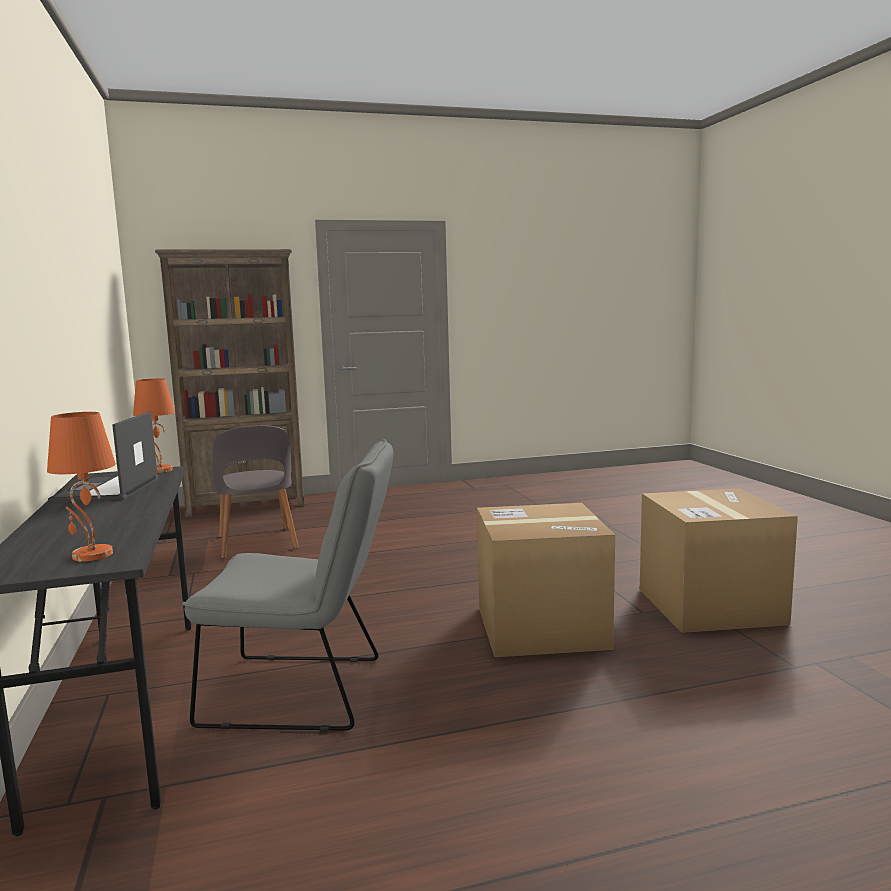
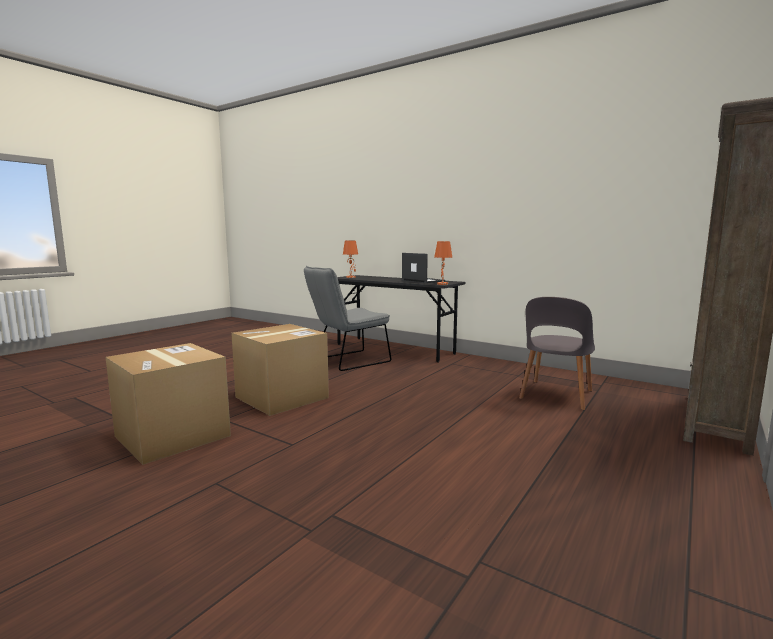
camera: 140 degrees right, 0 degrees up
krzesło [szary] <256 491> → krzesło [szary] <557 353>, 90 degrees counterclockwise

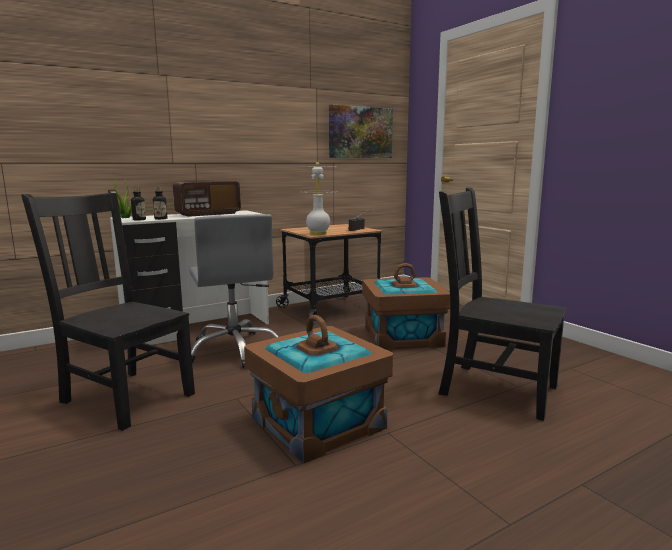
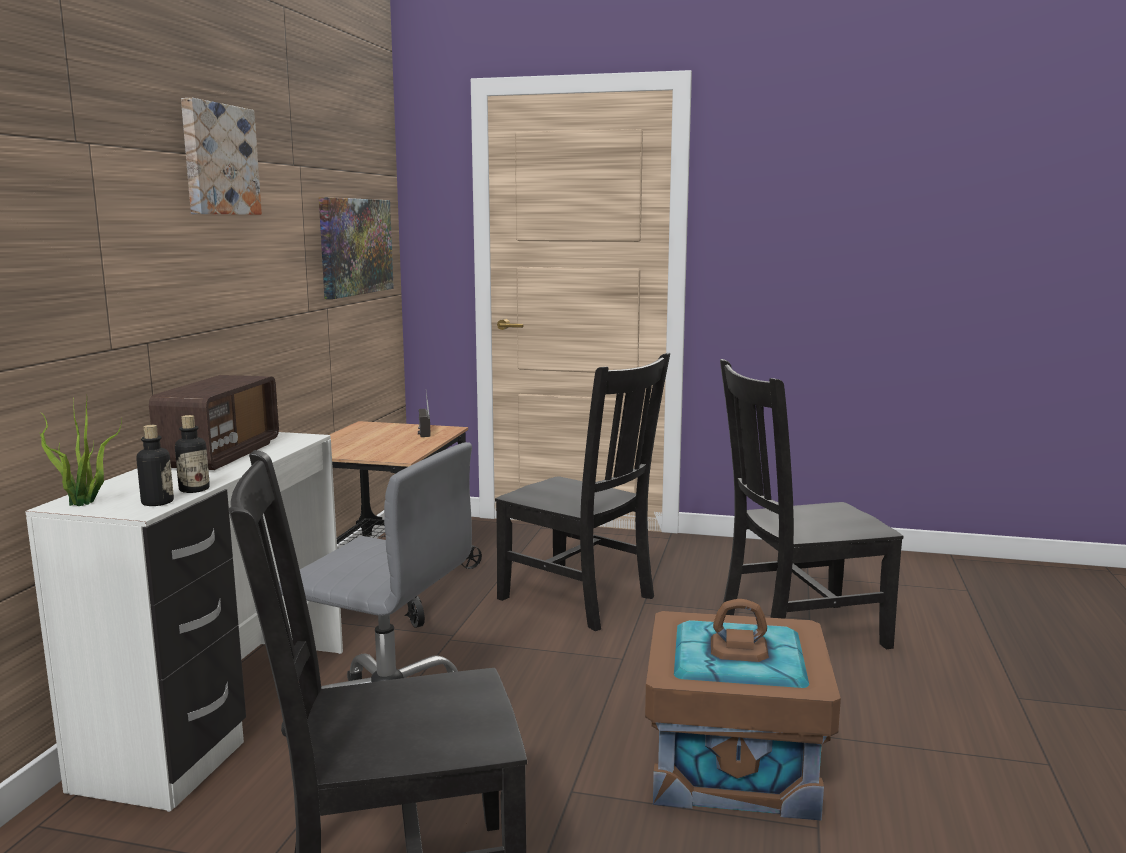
camera: 45 degrees left, 0 degrees up
lampa stołowa [biały] <317 198> → -
pojemnik do przechowywania [brązowy] <406 306> → krzesło [czarny] <582 492>
- → obraz <221 156>

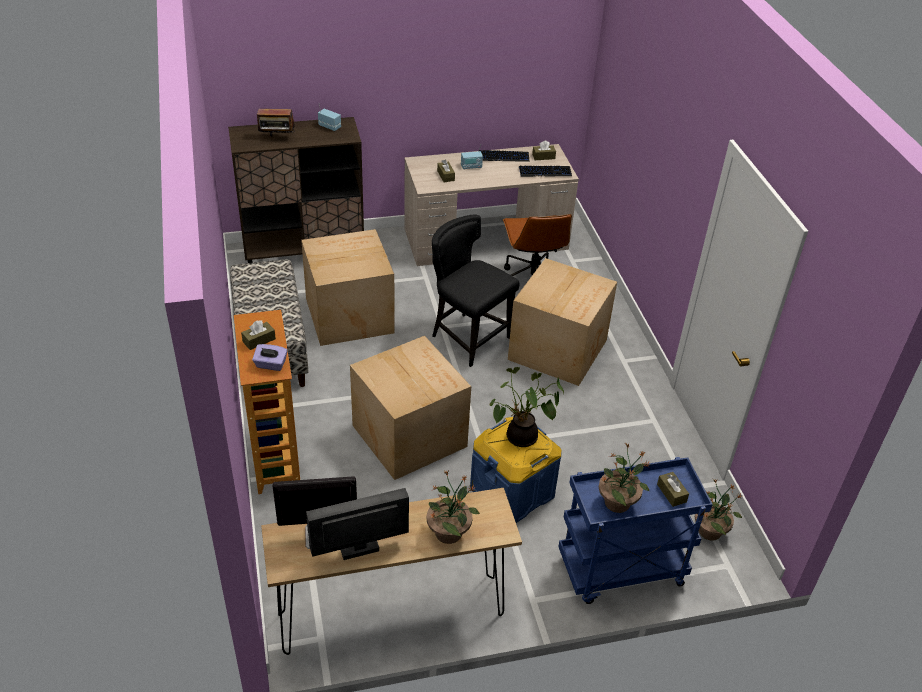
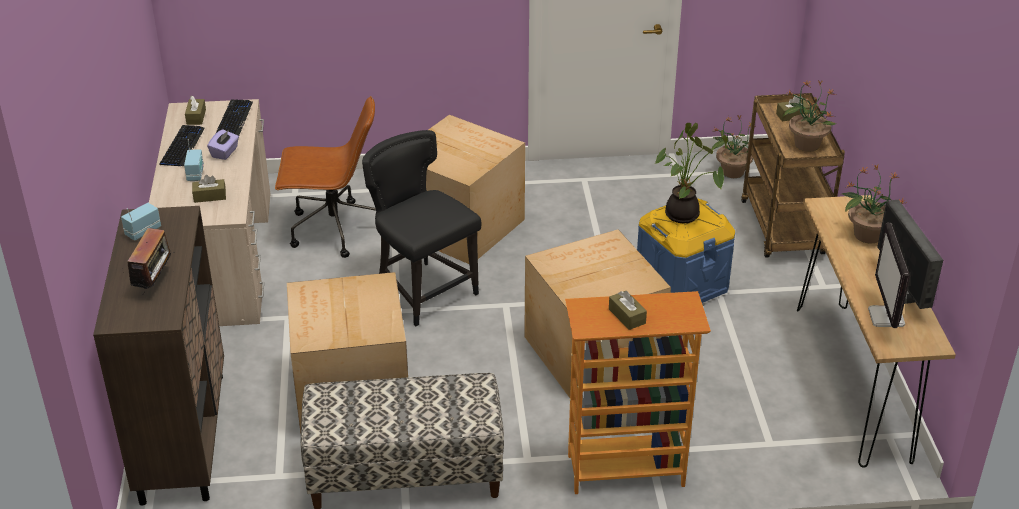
camera: 80 degrees left, 5 degrees down
pudełko chusteczek [fioletowy] <269 357> → pudełko chusteczek [fioletowy] <223 144>, shifted
krzesło [czarny] <476 291> → krzesło [czarny] <422 228>, 90 degrees clockwise
wózek [niebieski] <635 530> → wózek [brązowy] <793 175>

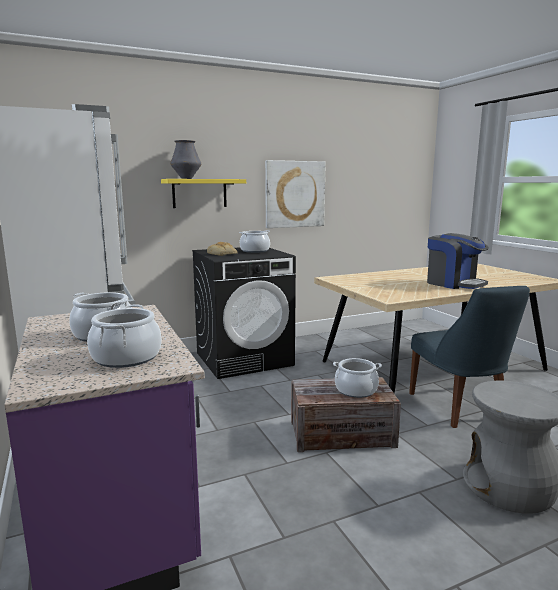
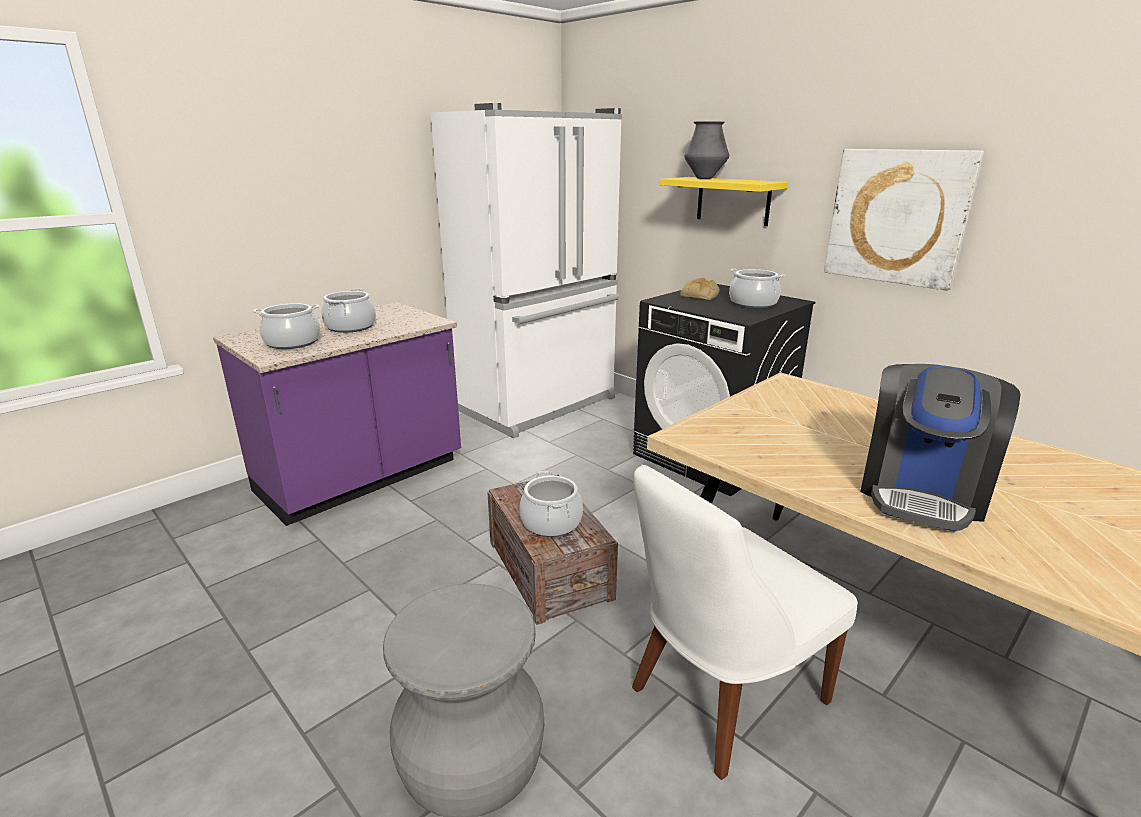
camera: 70 degrees right, 10 degrees up
krzesło [niebieski] <469 357> → krzesło [biały] <745 622>

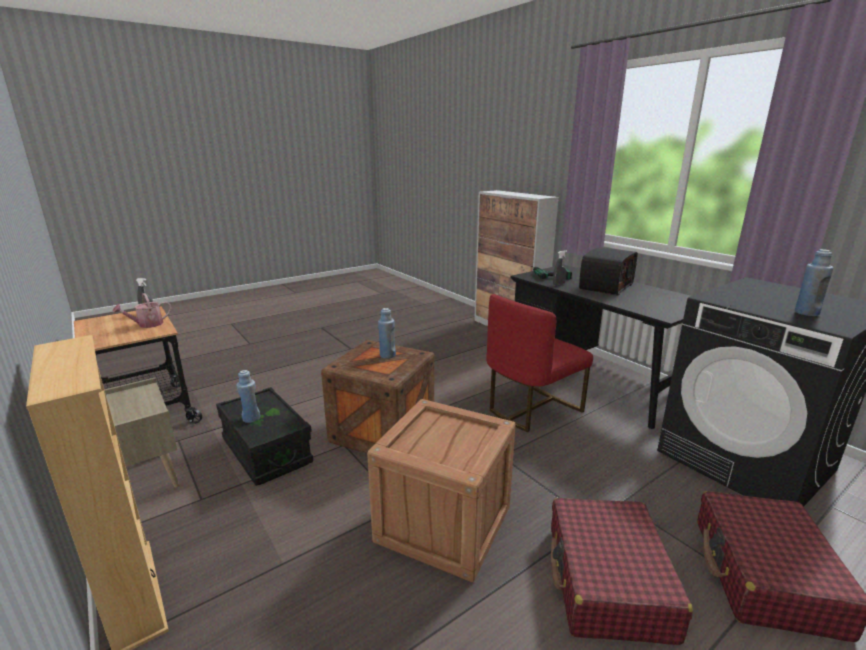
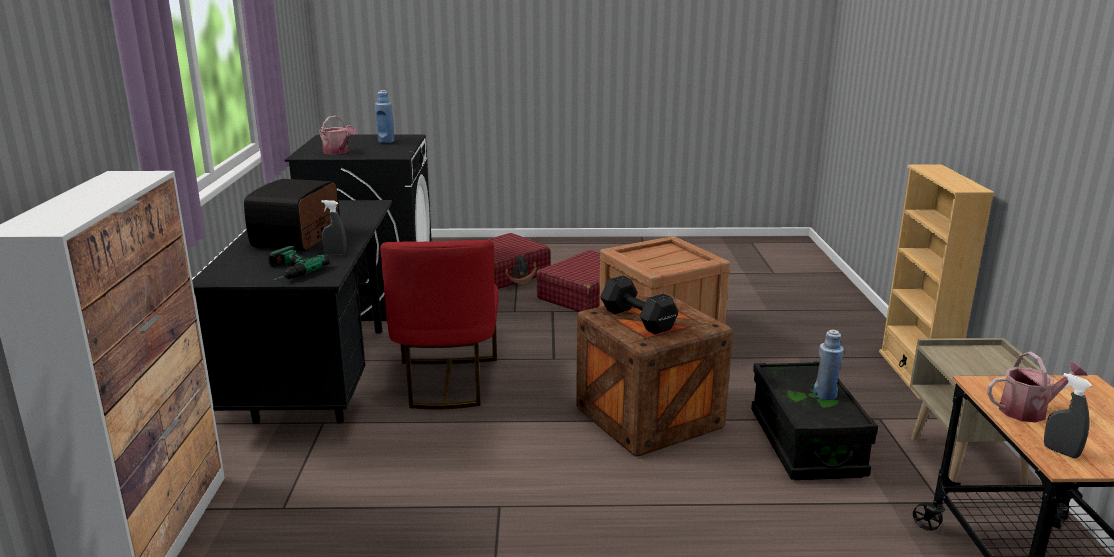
camera: 145 degrees left, 0 degrees up
butelka [niebieski] <387 333> → hantel [czarny] <639 305>
krzesło [czerwony] <539 363> → krzesło [czerwony] <439 324>, 90 degrees clockwise
radio <608 271> → radio <291 215>, 60 degrees counterclockwise
- → konewka <337 135>

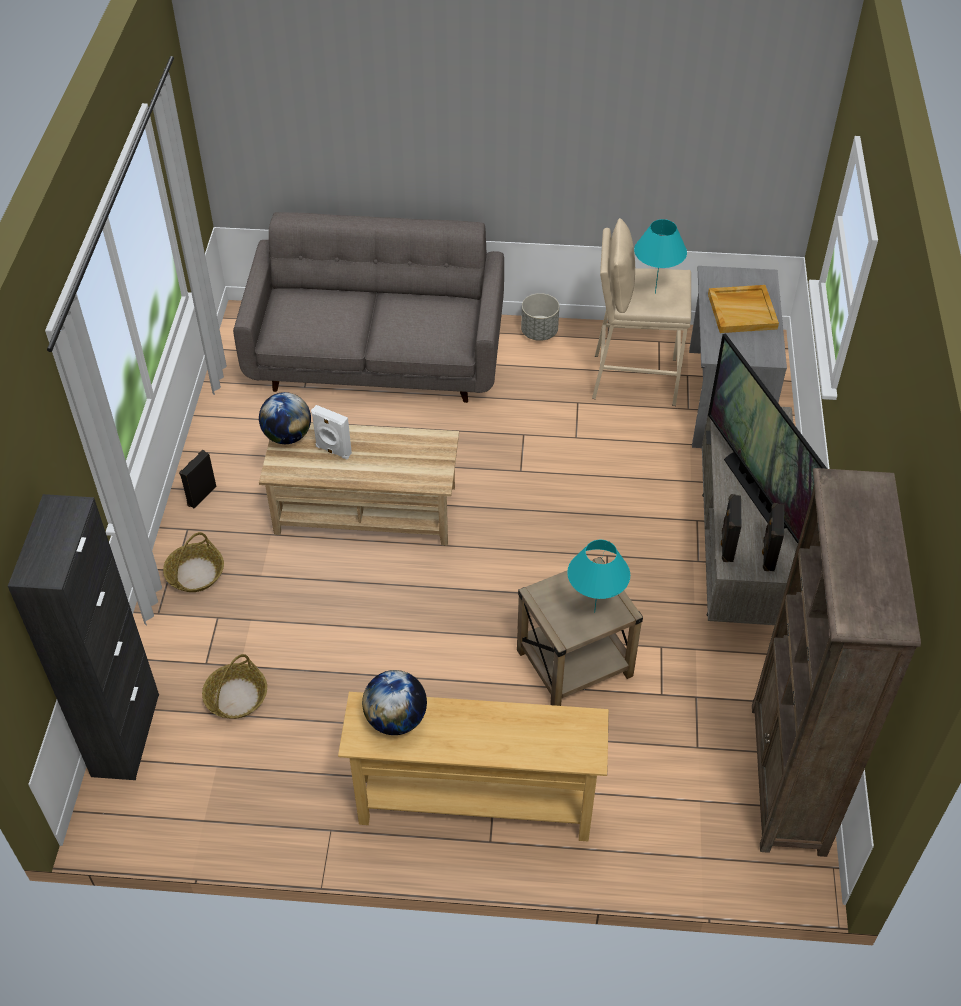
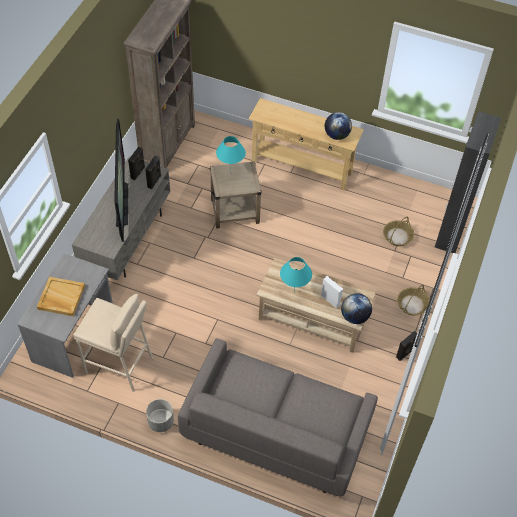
camera: 165 degrees left, 5 degrees up
lampa stołowa [turkusowy] <660 256> → lampa stołowa [turkusowy] <296 274>, shifted

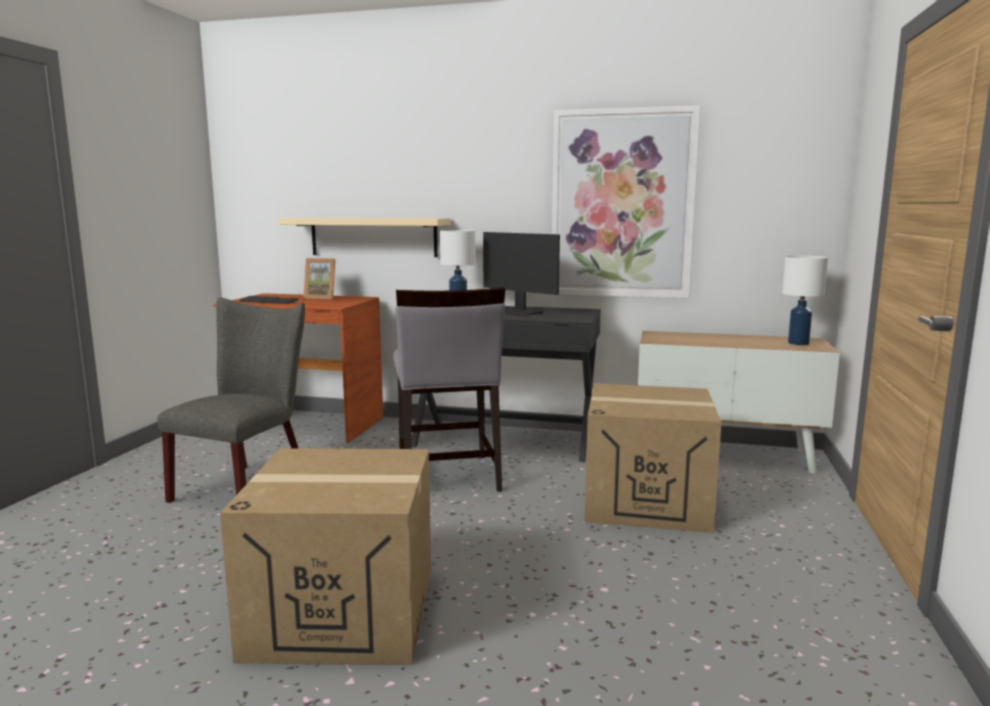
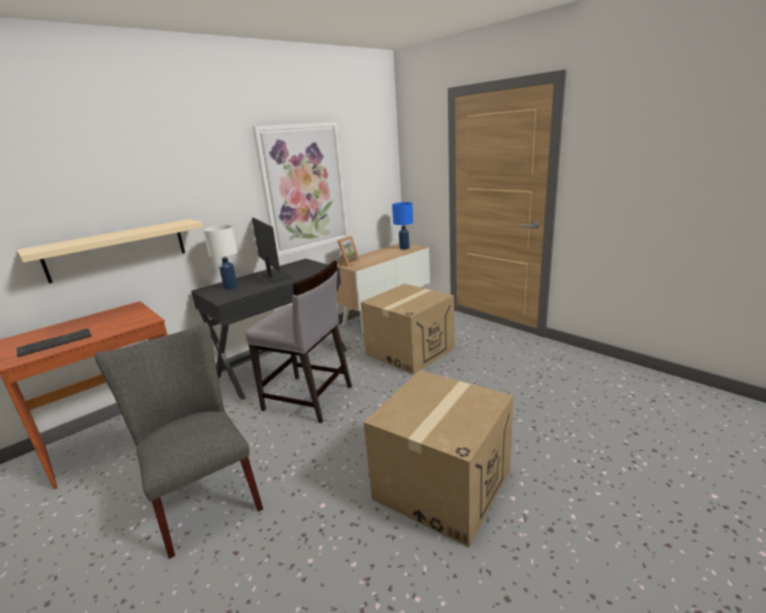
camera: 55 degrees left, 10 degrees up
ramka na zdjęcie <319 279> → ramka na zdjęcie <348 251>, shifted
monitor <521 274> → monitor <272 250>, 105 degrees counterclockwise
lampa stołowa [biały] <805 300> → lampa stołowa [niebieski] <402 225>

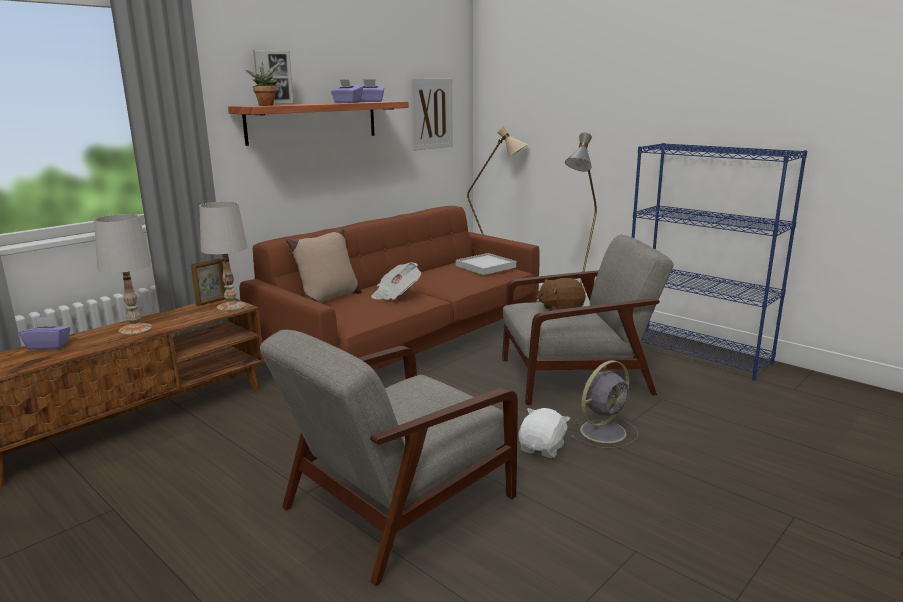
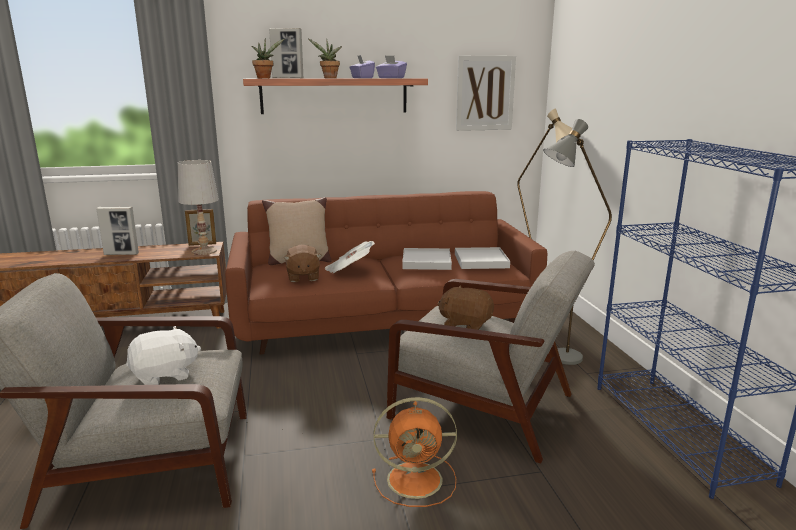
camera: 35 degrees right, 0 degrees up
pudełko chusteczek [fioletowy] <44 333> → -
lampa stołowa [biały] <123 274> → ramka na zdjęcie <117 231>
pluszak [biały] <544 433> → pluszak [biały] <163 355>, shifted
wentylator [szary] <604 404> → wentylator [pomarańczowy] <414 452>
- → pluszak [brązowy] <303 263>
- → roślina doniczkowa <325 58>
- → taca [biały] <427 259>

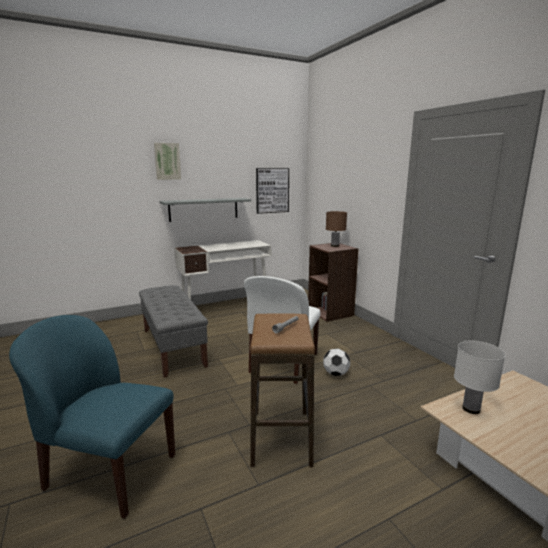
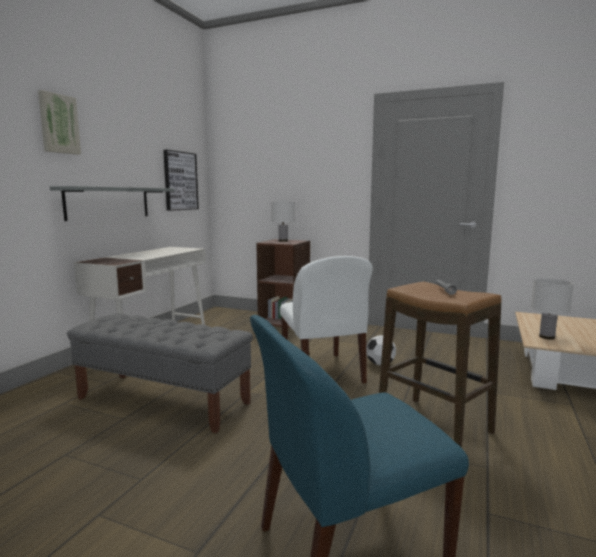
camera: 40 degrees left, 5 degrees down
lampa stołowa [brązowy] <336 229> → lampa stołowa [biały] <283 222>

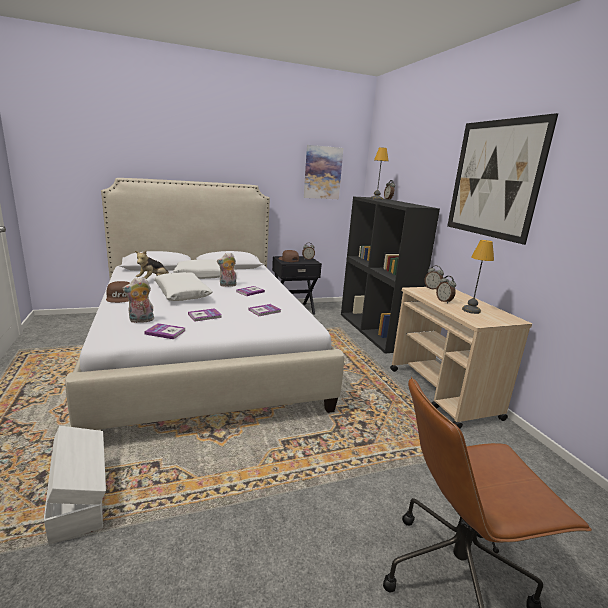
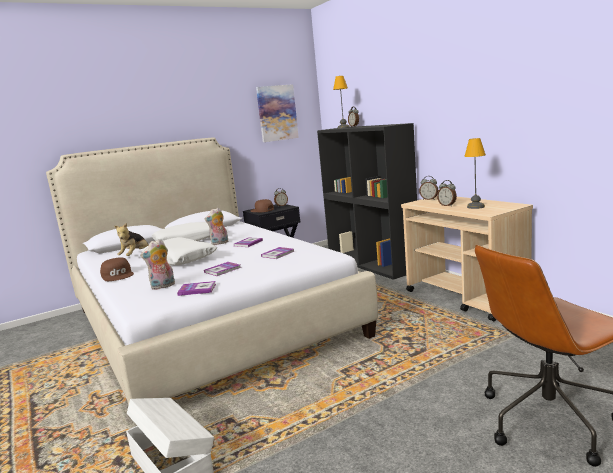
camera: 10 degrees left, 5 degrees down
obraz <503 179> → -

